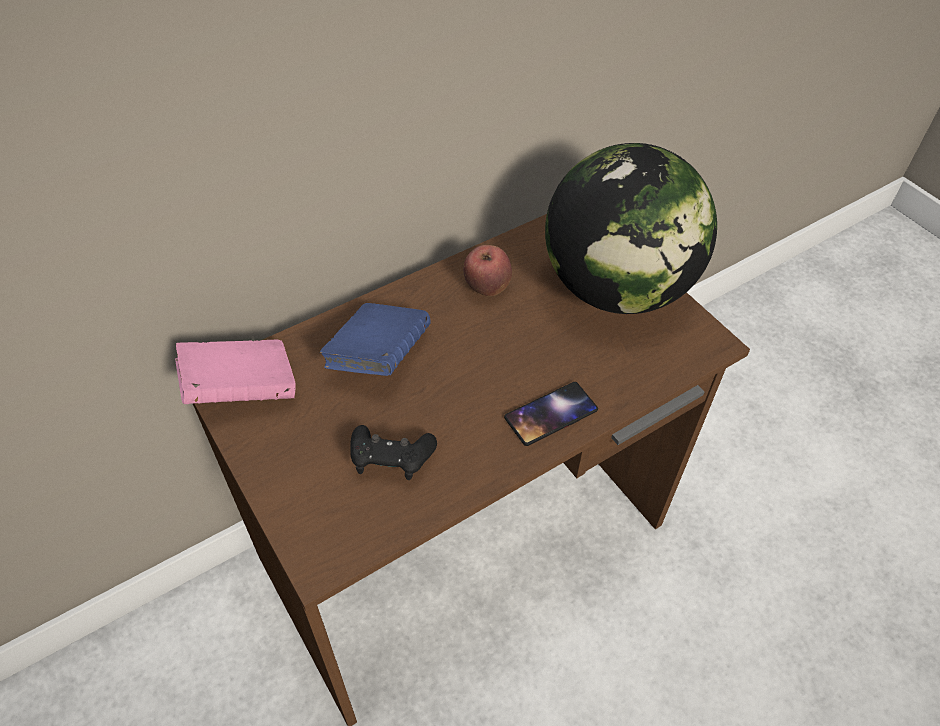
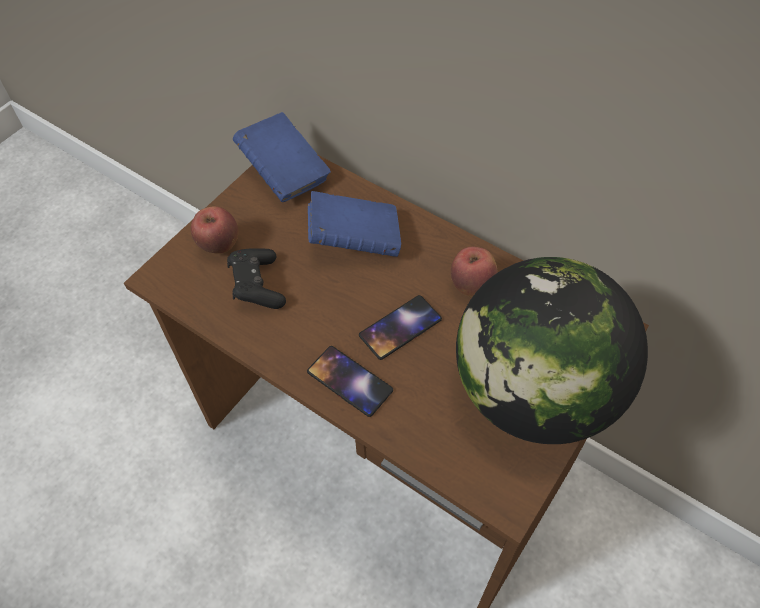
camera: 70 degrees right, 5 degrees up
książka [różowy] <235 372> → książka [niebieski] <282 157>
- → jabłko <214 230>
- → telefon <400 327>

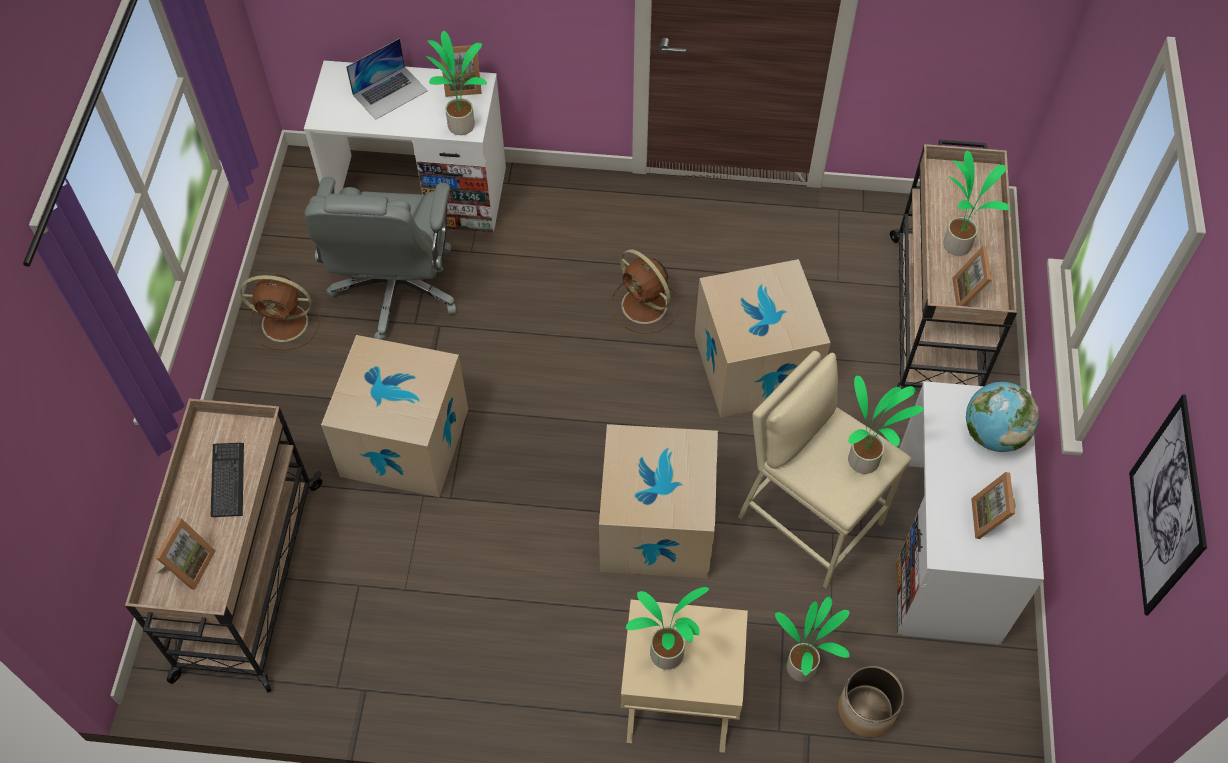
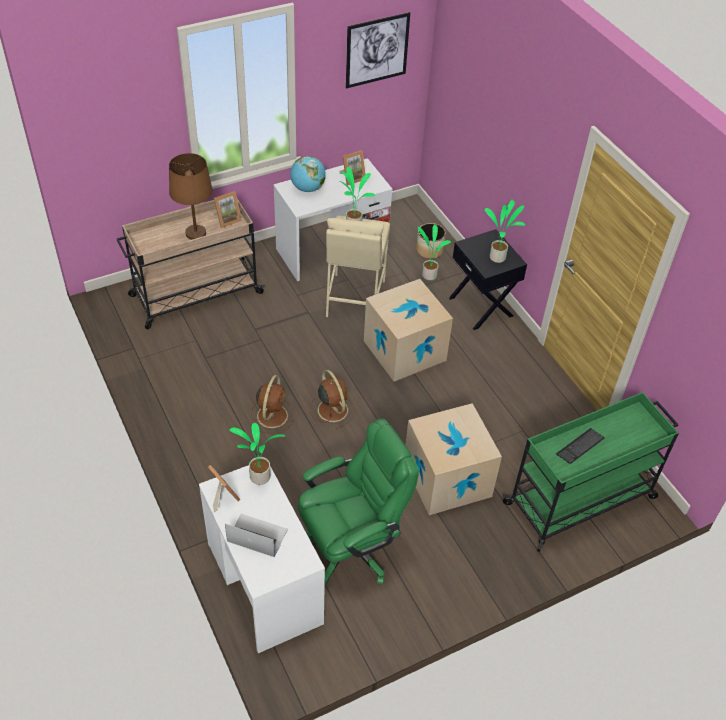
camera: 125 degrees left, 10 degrees down
wózek [beżowy] <224 545> → wózek [zielony] <590 472>
ramka na zdjęcie <185 554> → -
wentylator [brązowy] <280 312> → wentylator [brązowy] <332 400>, shifted
krzesło biurowe [szary] <381 258> → krzesło biurowe [zielony] <358 502>
szafka nocna [beżowy] <684 676> → szafka nocna [czarny] <488 279>
karton <762 338> → -
roślina doniczkowa <976 203> → lampa stołowa [brązowy] <191 196>

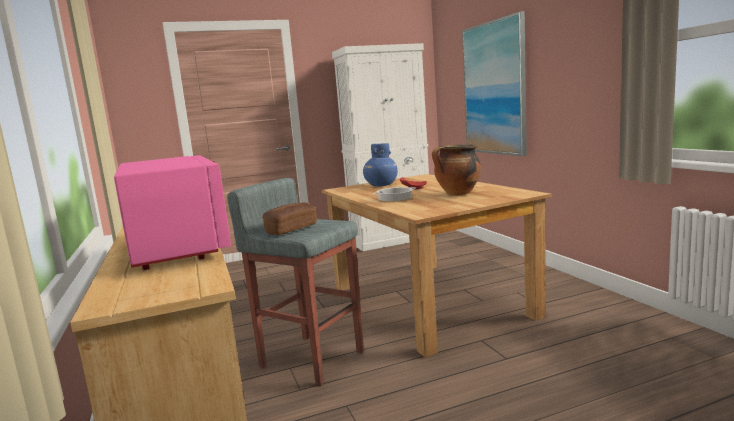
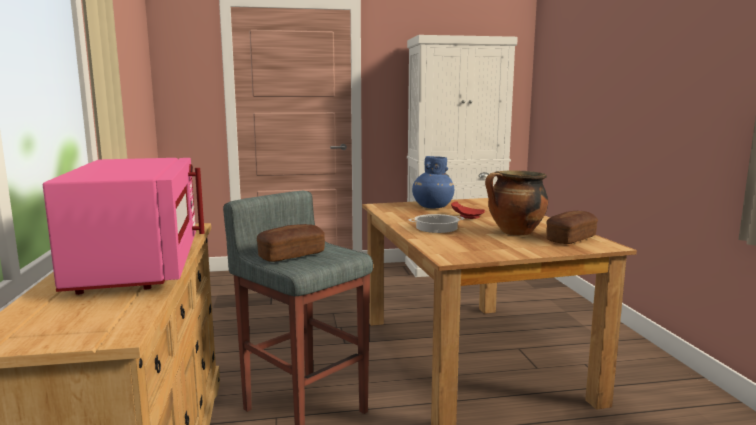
camera: 10 degrees right, 0 degrees up
obraz <494 83> → -
- → chleb <572 227>

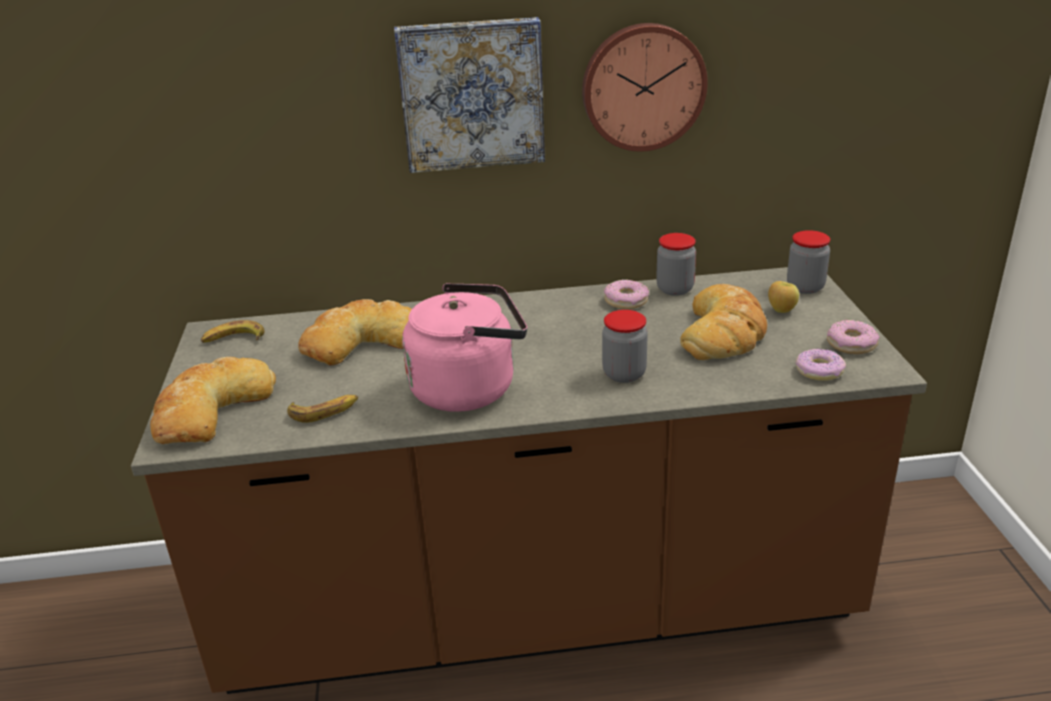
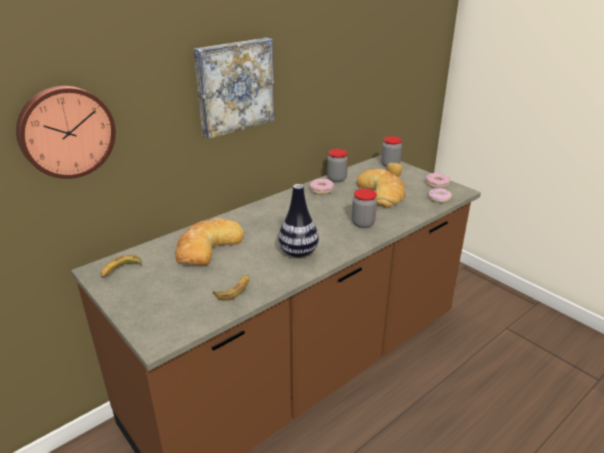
camera: 35 degrees left, 0 degrees up
chleb <213 400> → -
czajnik [różowy] <464 347> → wazon <298 220>
zegar ścienny <645 87> → zegar ścienny <66 132>, shifted

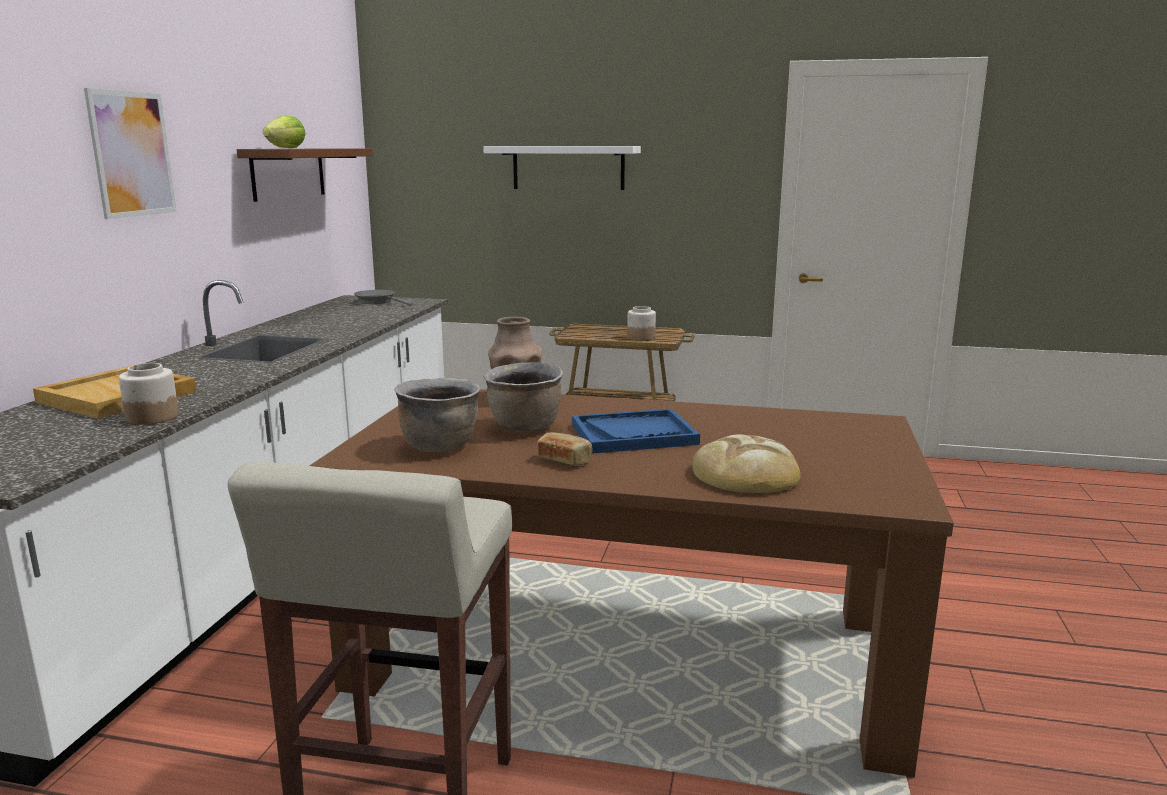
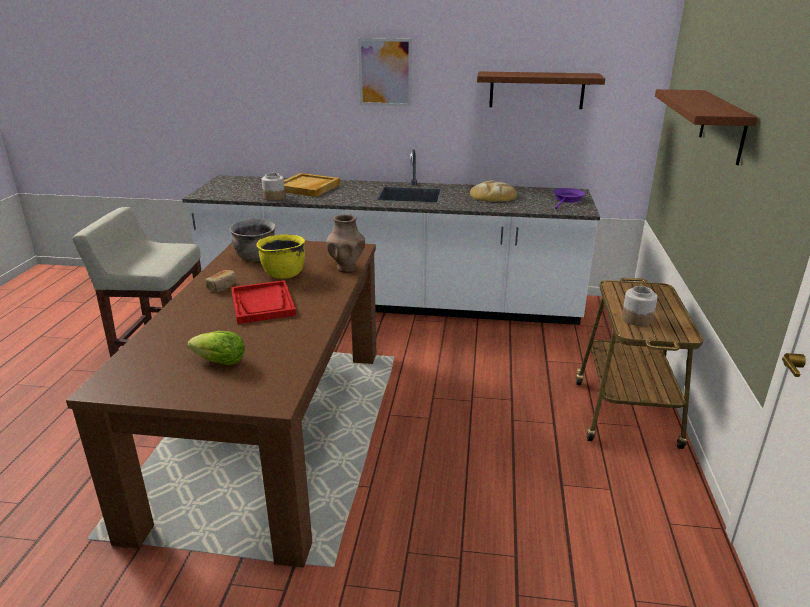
camera: 85 degrees right, 10 degrees up
sałata <284 132> → sałata <216 348>, shifted
patelnia [szary] <383 298> → patelnia [fioletowy] <569 198>
półka [biały] <562 168> → półka [brązowy] <706 127>
garnek [brązowy] <523 397> → garnek [żółty] <280 256>
taca [niebieski] <636 431> → taca [czerwony] <263 302>
chleb <747 463> → chleb <493 191>, shifted

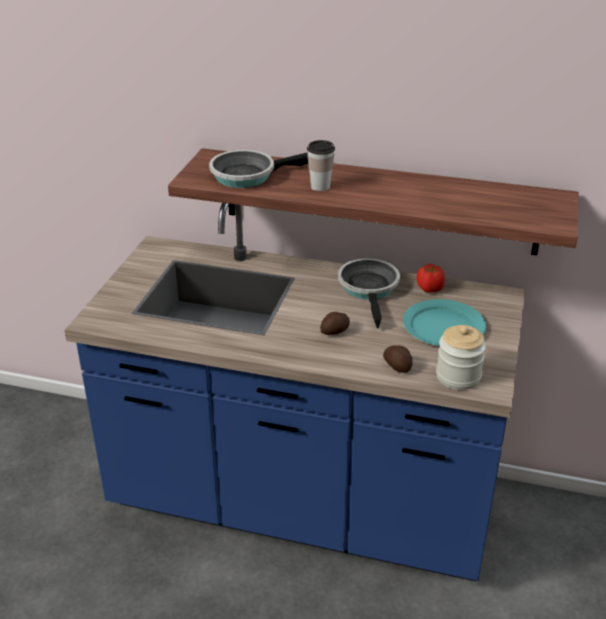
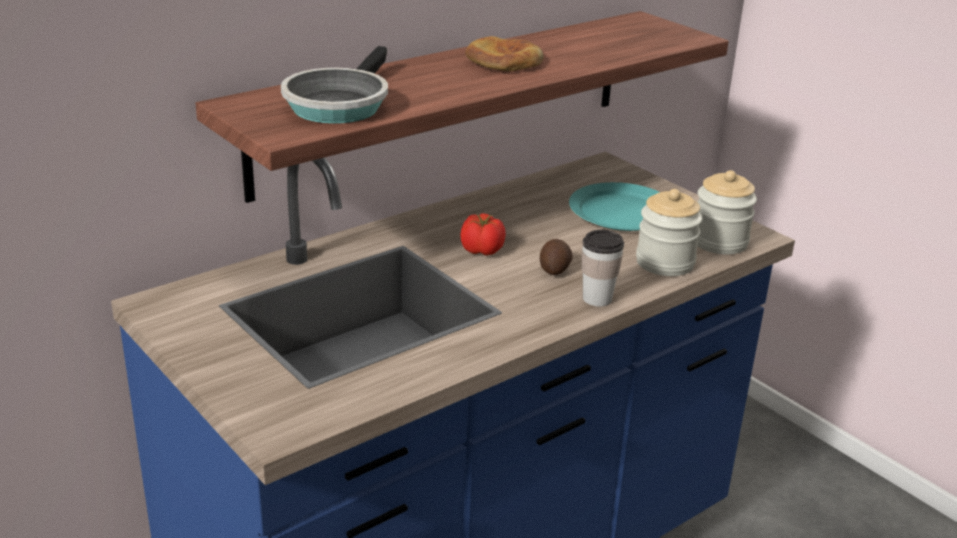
camera: 55 degrees left, 5 degrees down
filiżanka <321 165> → filiżanka <603 268>, shifted
patelnia <369 293> → -
ziemniak <398 358> → słoik <669 232>
pomidor <430 278> → pomidor <483 234>, shifted
- → chleb <504 53>

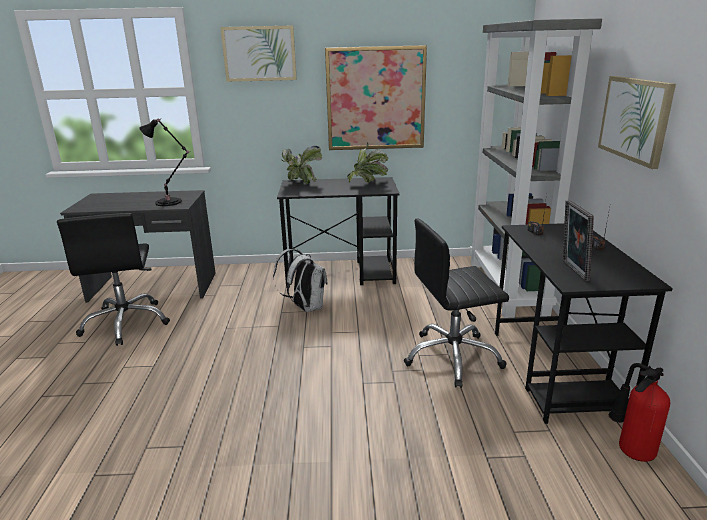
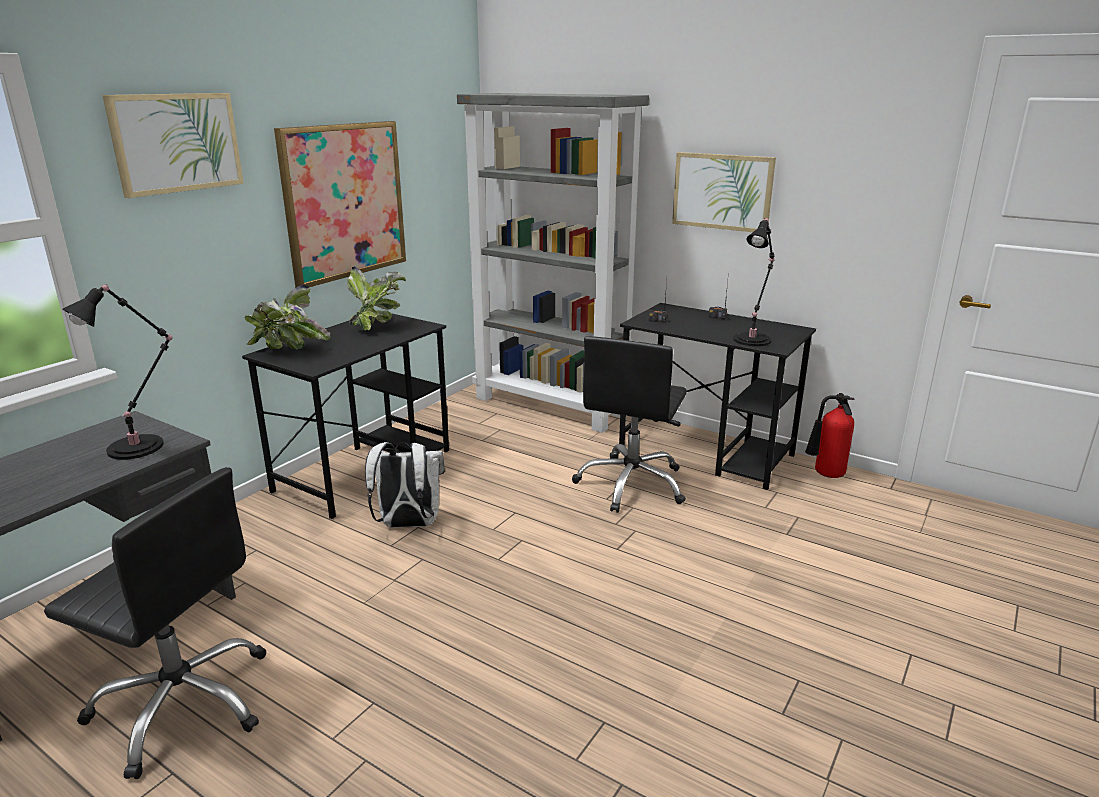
camera: 55 degrees left, 0 degrees up
ramka na zdjęcie <578 240> → lampa stołowa [czarny] <753 282>

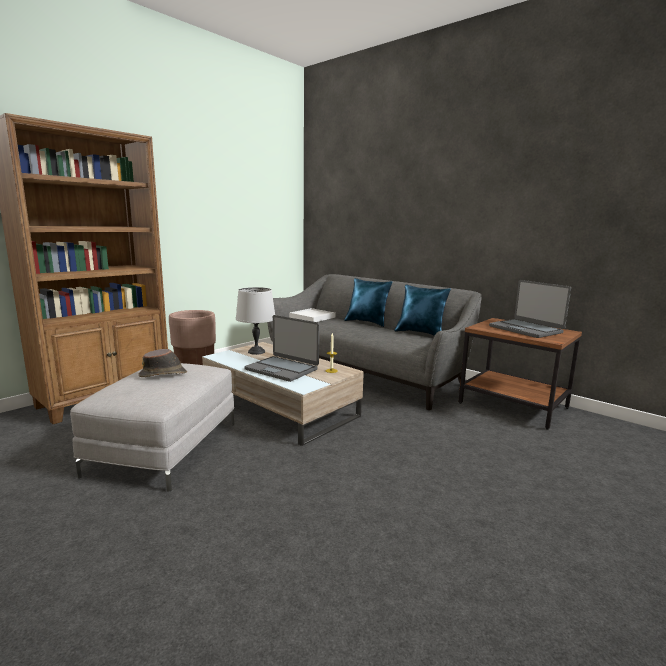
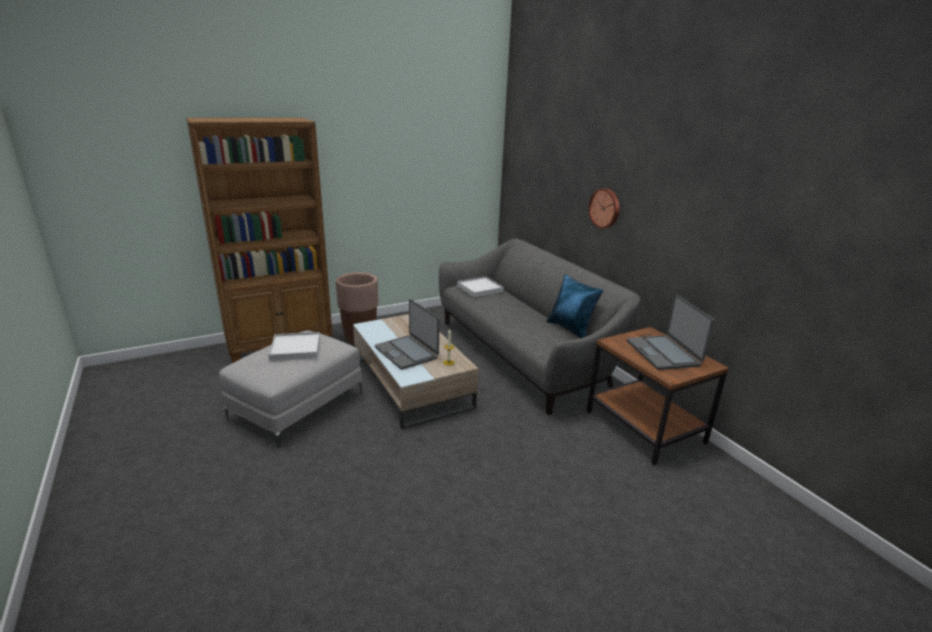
camera: 20 degrees right, 10 degrees up
kapelusz [brązowy] <162 363> → taca [biały] <294 346>
lampa stołowa [szary] <255 321> → -
poduszka [niebieski] <368 302> → -
- → zegar ścienny <604 208>

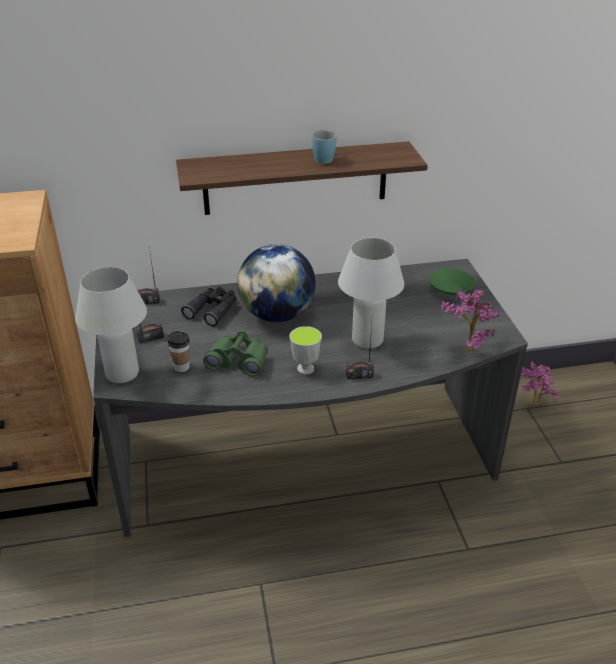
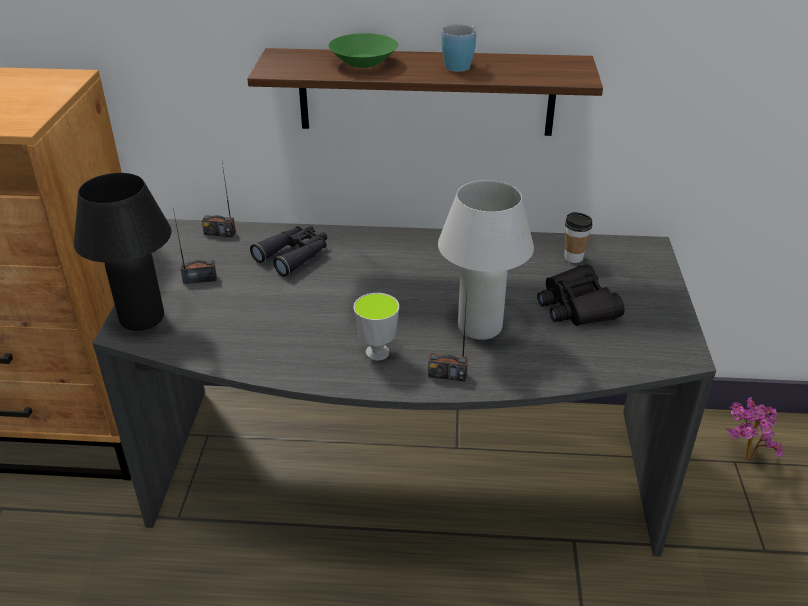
camera: 15 degrees right, 0 degrees up
lampa stołowa [biały] <111 325> → lampa stołowa [czarny] <122 252>
filiżanka <178 351> → filiżanka <579 237>, shifted
lornetka [zielony] <235 353> → -
globus <276 283> → -
miska [zielony] <452 282> → miska [zielony] <363 50>, shifted
roślina doniczkowa <470 321> → -
- → lornetka [czarny] <580 295>

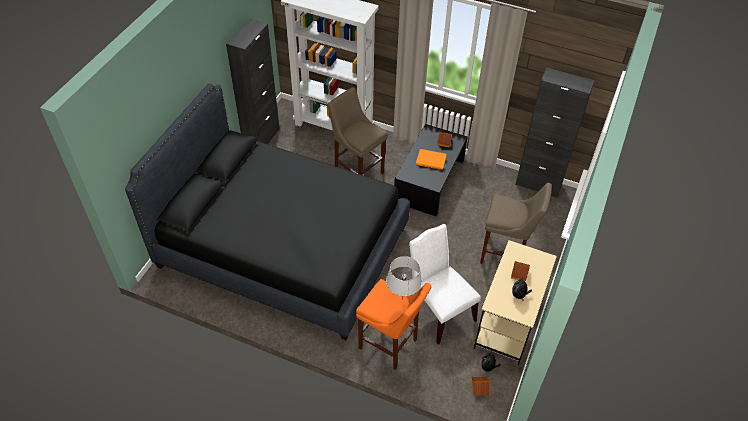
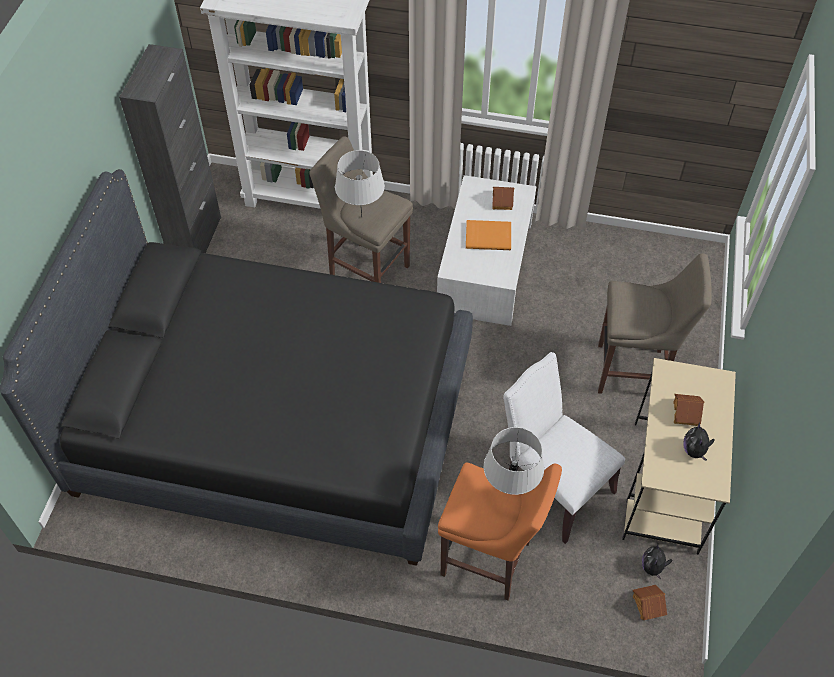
camera: 10 degrees left, 5 degrees up
ława [czarny] <431 170> → ława [biały] <486 250>
szafka [czarny] <555 132> → -
- → lampa stołowa [szary] <360 184>

